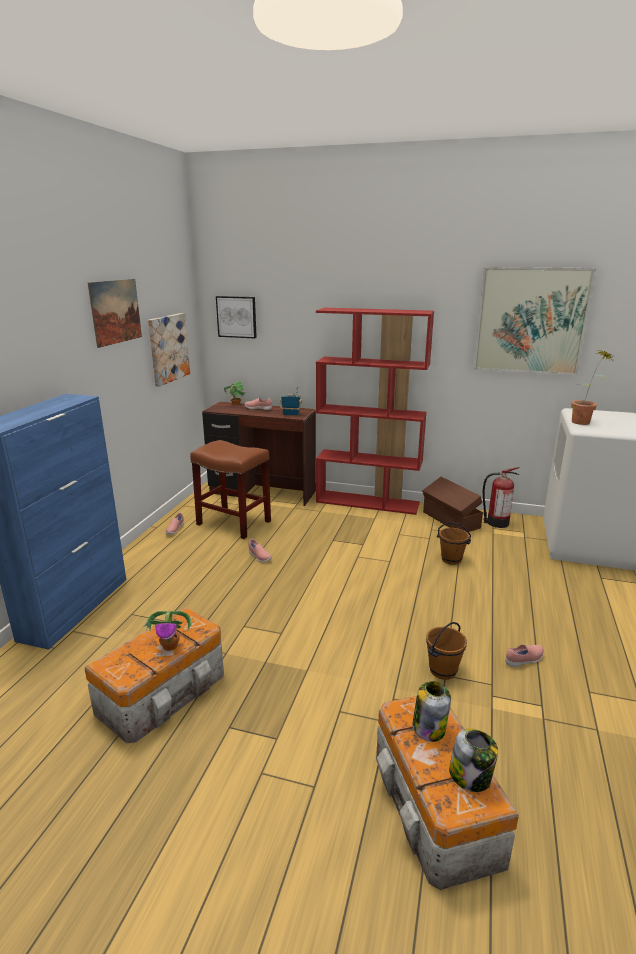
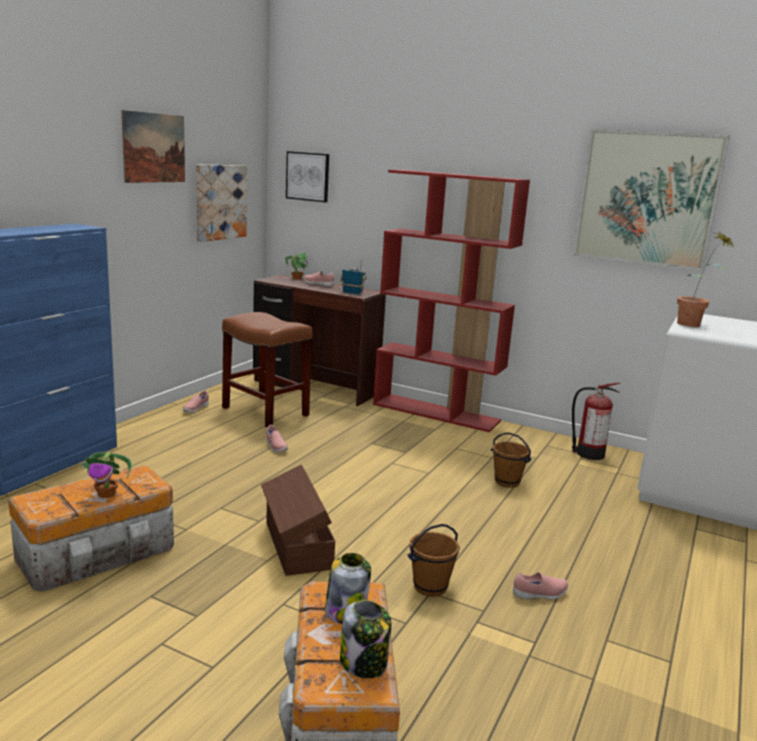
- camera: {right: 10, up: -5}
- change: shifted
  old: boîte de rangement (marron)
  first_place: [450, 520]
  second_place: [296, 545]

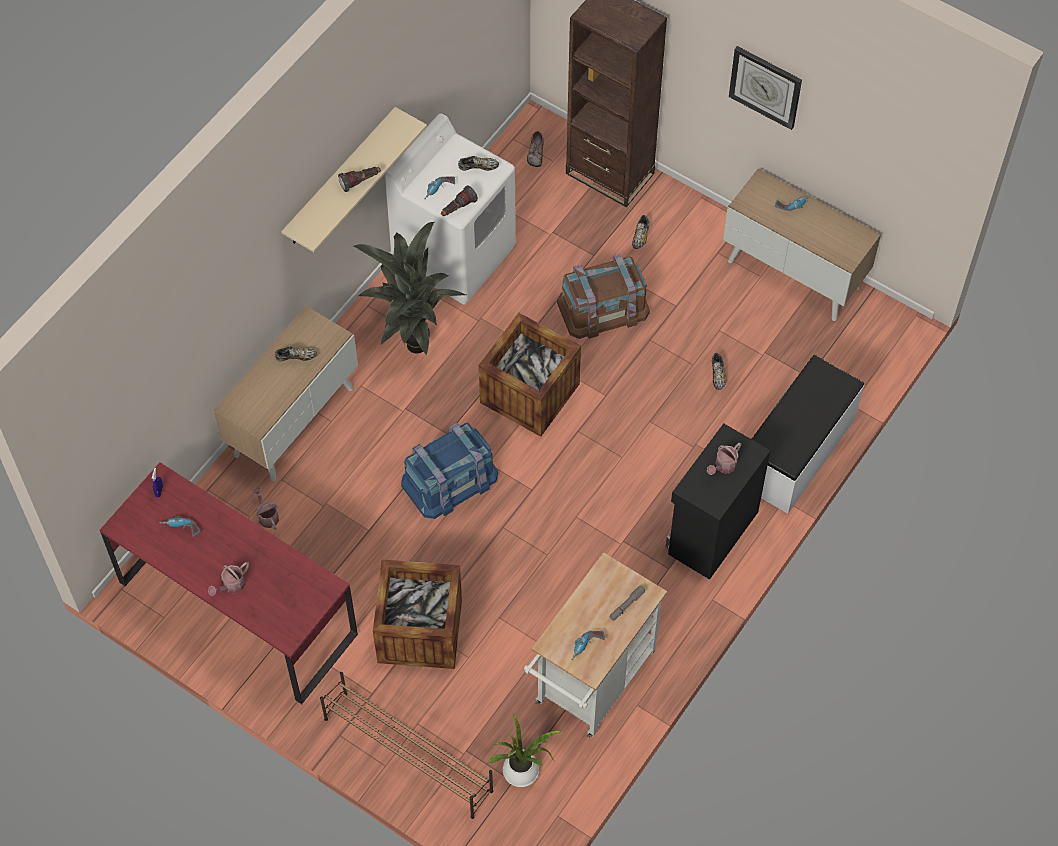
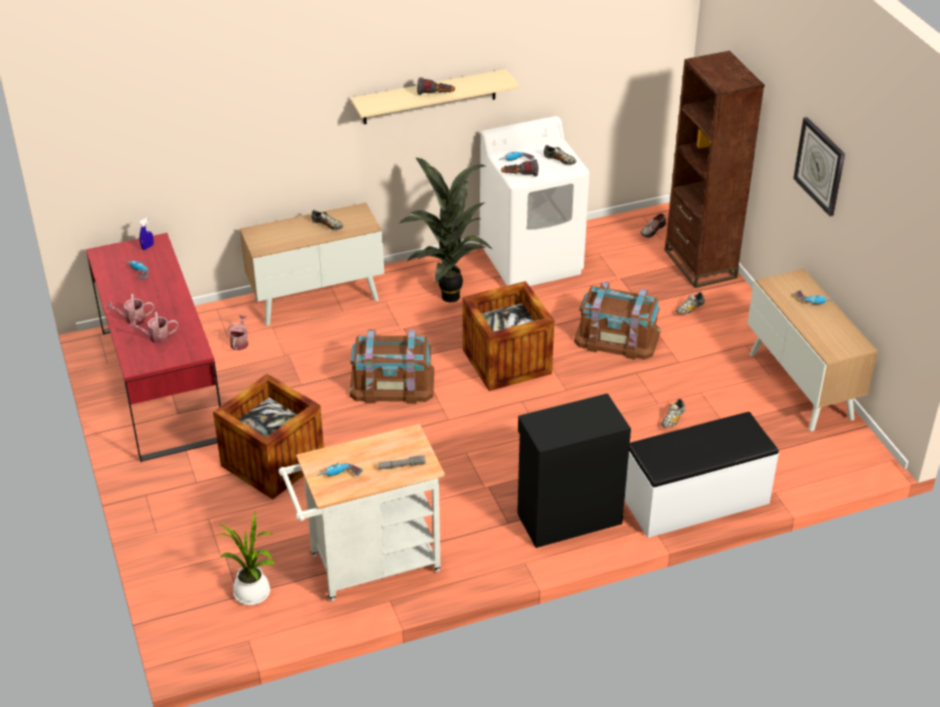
- camera: {right: 35, up: -20}
- change: gone
  old: étagère à chaussures (marron)
  first_place: [407, 754]
- change: shifted
  old: arrosoir
  first_place: [723, 466]
  second_place: [156, 337]
- change: repainted
  old: boîte de rangement (bleu)
  new: boîte de rangement (marron)
  first_place: [450, 480]
  second_place: [392, 384]

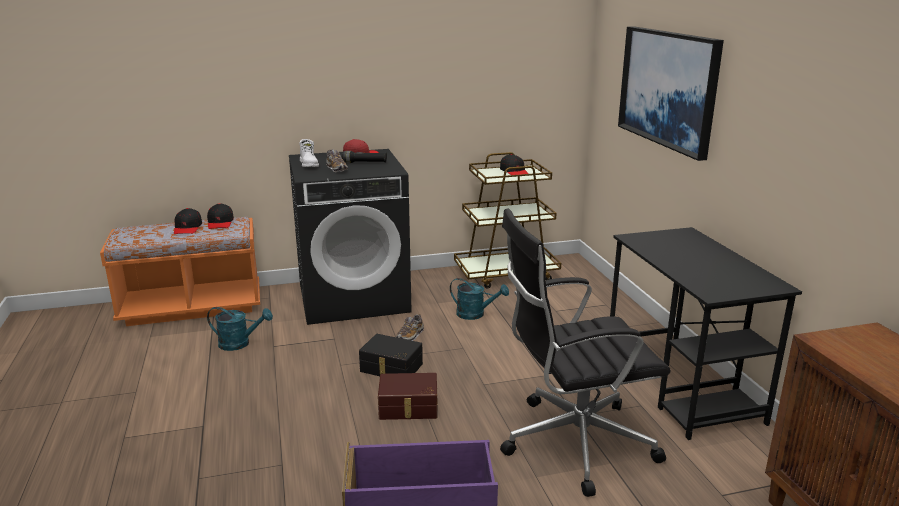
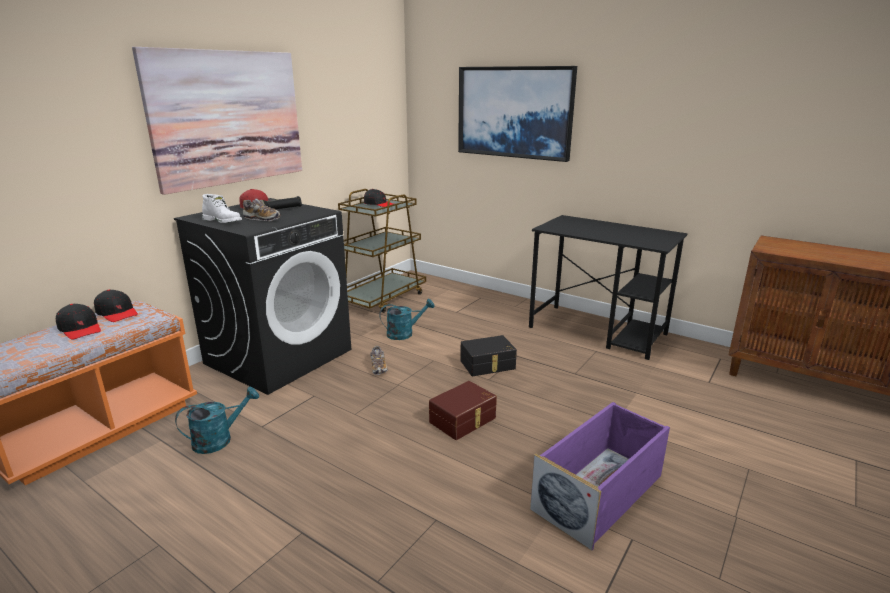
- camera: {right: -40, up: 0}
- change: gone
  old: chaise de bureau (noir)
  first_place: [573, 442]
- change: new
  new: tableau
  second_place: [228, 118]
- change: shifted
  old: boîte de rangement (noir)
  first_place: [391, 368]
  second_place: [488, 365]

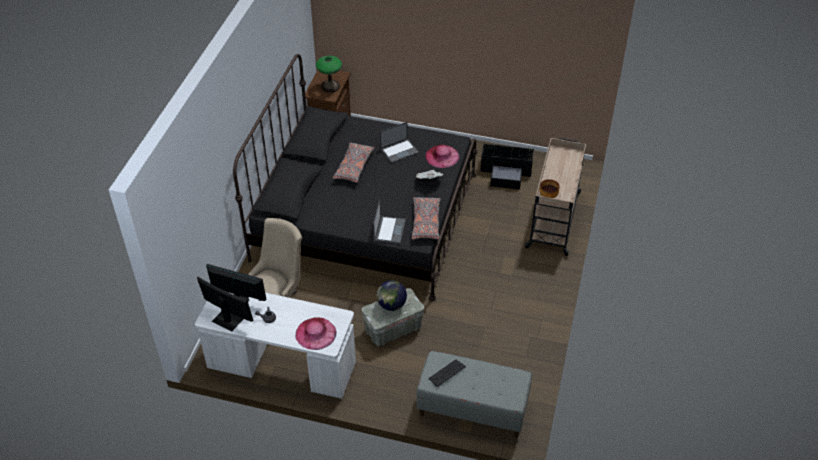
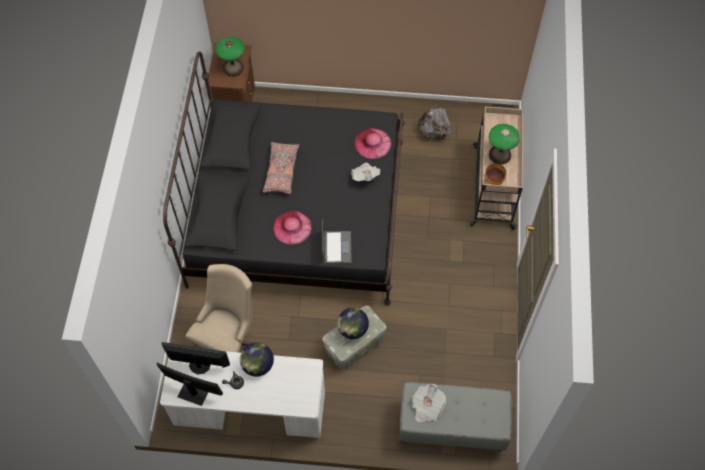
- camera: {right: -10, up: 15}
- change: gone
  old: ordinateur portable
  first_place: [399, 150]
- change: gone
  old: coussin (gris)
  first_place: [426, 223]
- change: new
  new: globe
  second_place: [257, 365]
- change: new
  new: lampe de table
  second_place: [499, 154]
- change: shifted
  old: chapeau (rose)
  first_place: [315, 333]
  second_place: [292, 227]
- change: swapped
  old: clavier
  new: journal
  first_place: [446, 373]
  second_place: [427, 407]
- change: swapped
  old: boîte de rangement (noir)
  new: sac à dos (gris)
  first_place: [506, 171]
  second_place: [434, 132]

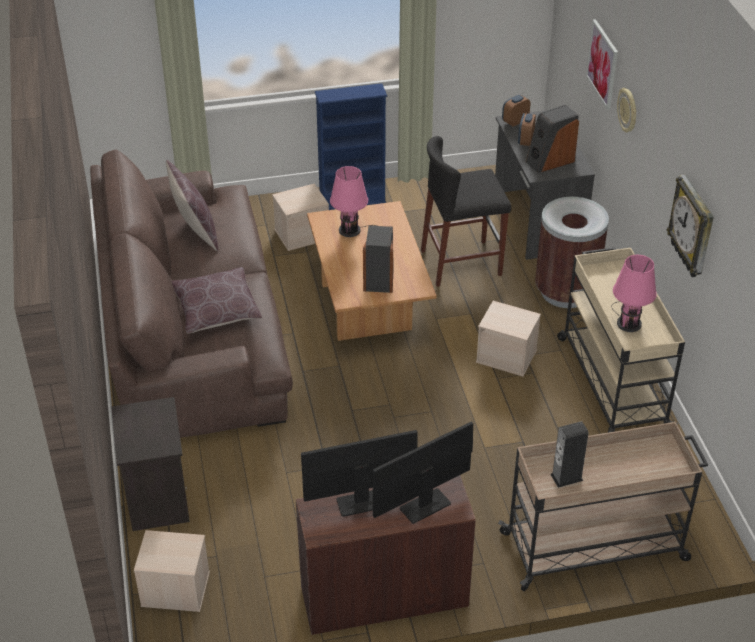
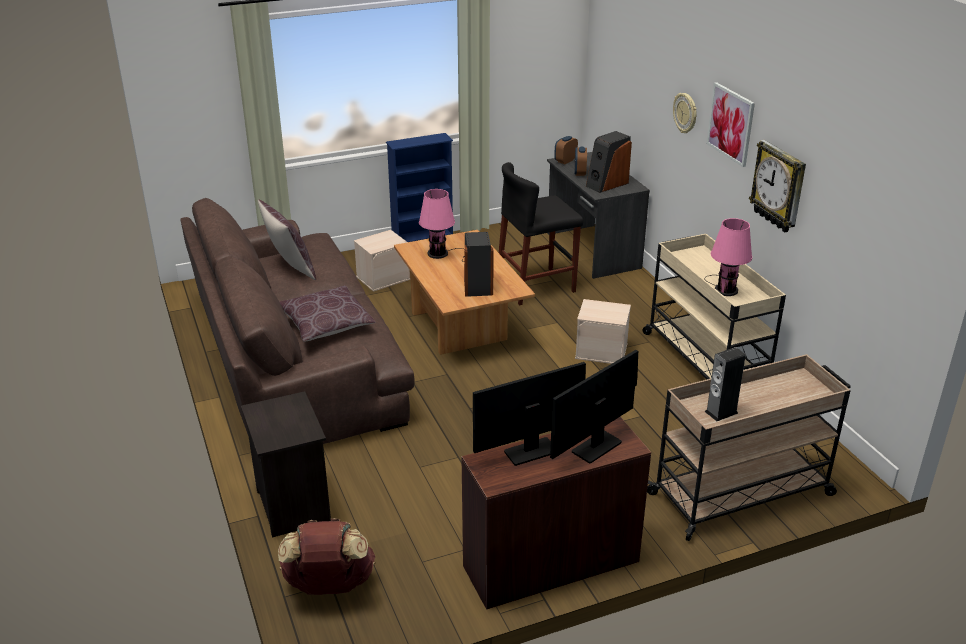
- camera: {right: -10, up: -10}
- change: gone
  old: poubelle (marron)
  first_place: [565, 291]
- change: shifted
  old: tableau
  first_place: [603, 64]
  second_place: [731, 124]
- change: swapped
  old: boîte de rangement (beige)
  new: sac à dos (marron)
  first_place: [174, 589]
  second_place: [329, 586]

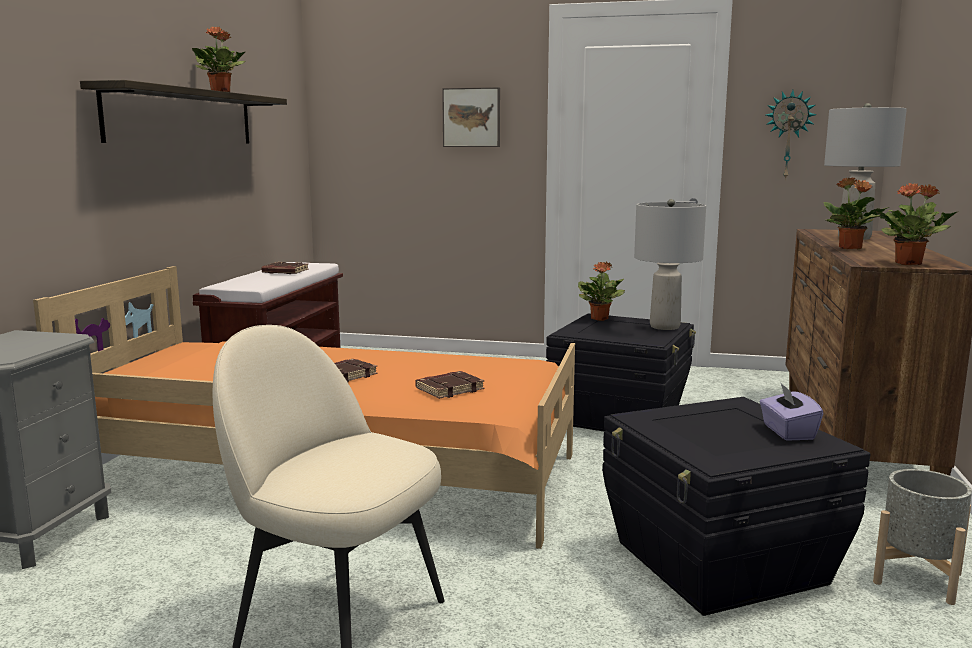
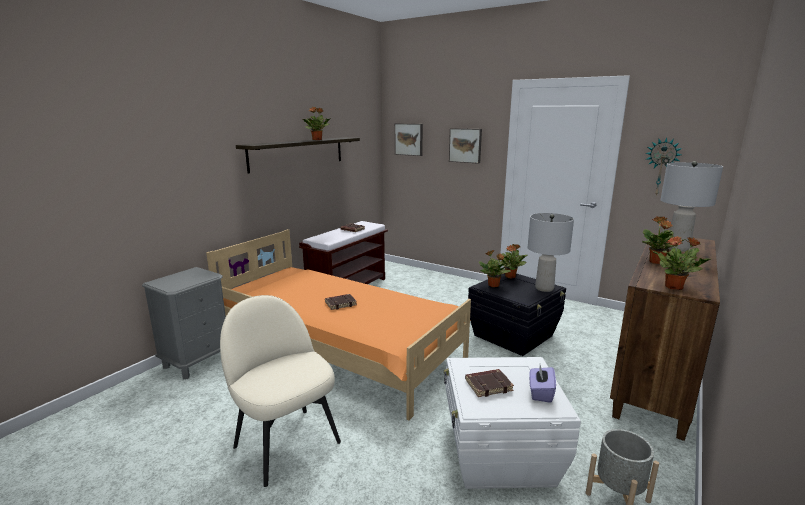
- camera: {right: 20, up: 5}
- change: new
  new: tableau
  second_place: [409, 139]
- change: new
  new: plante en pot
  second_place: [493, 285]
- change: shifted
  old: livre (marron)
  first_place: [449, 389]
  second_place: [488, 385]
- change: repainted
  old: boîte de rangement (noir)
  new: boîte de rangement (blanc)
  first_place: [719, 563]
  second_place: [499, 454]

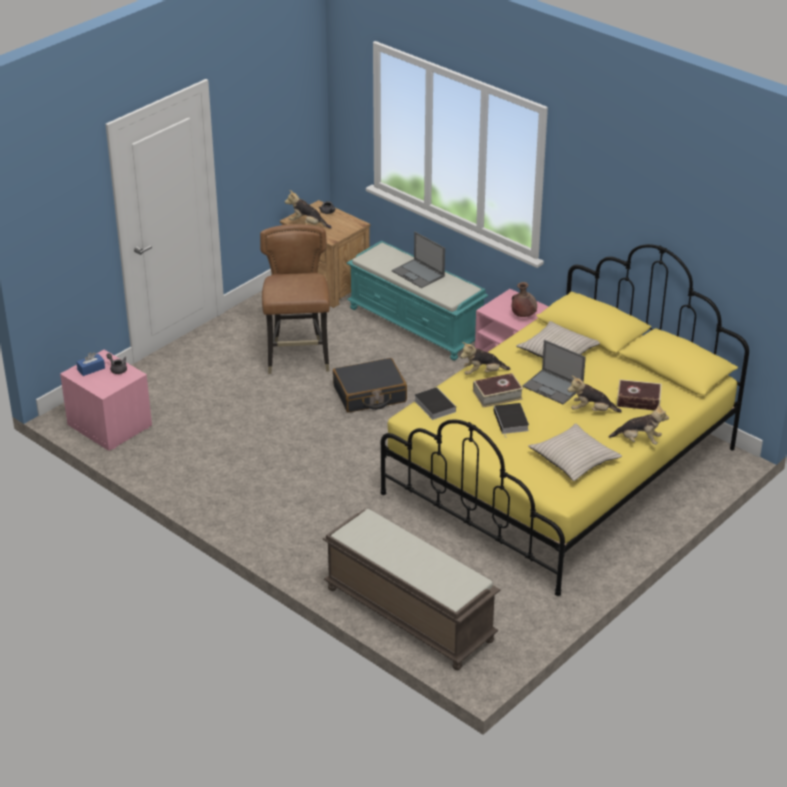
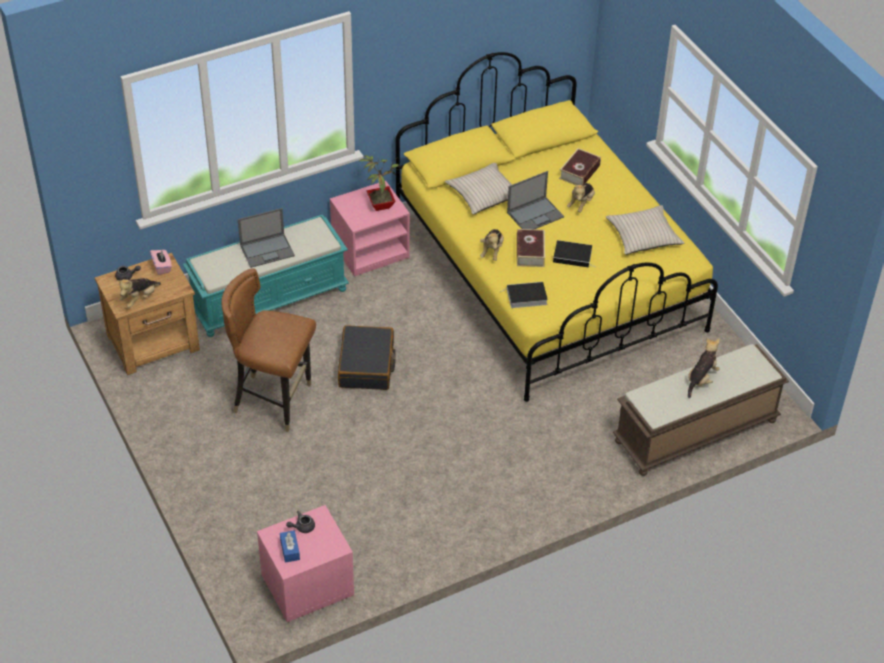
- camera: {right: -70, up: 10}
- change: new
  new: boîte à mouchoirs (rose)
  second_place: [162, 267]
- change: shifted
  old: peluche
  first_place: [638, 440]
  second_place: [701, 379]
- change: swapped
  old: vase (marron)
  new: plante en pot
  first_place: [523, 315]
  second_place: [380, 204]

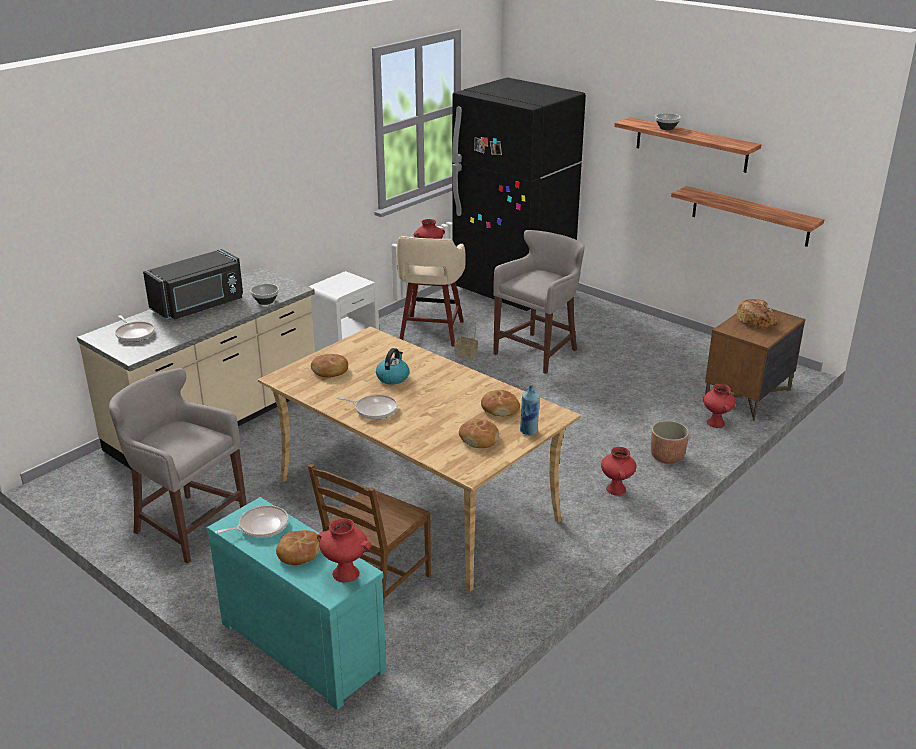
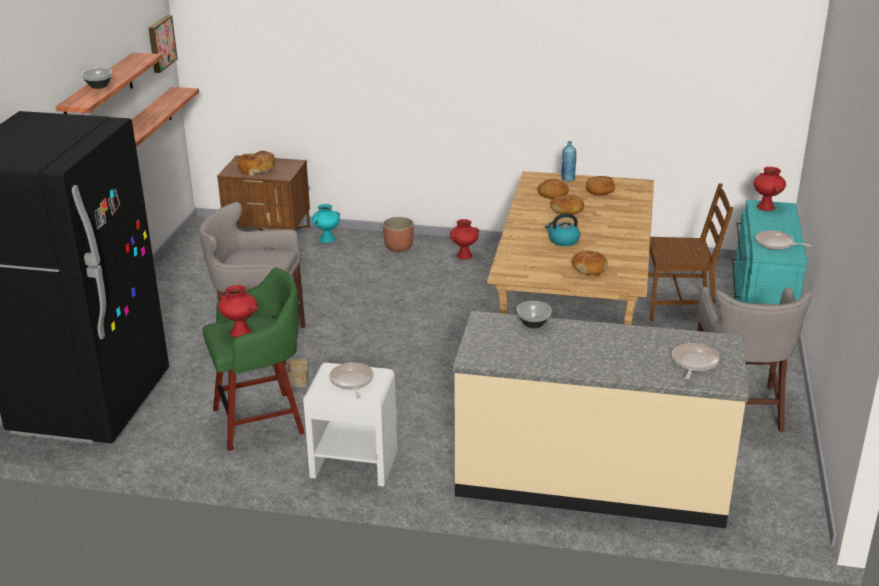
- camera: {right: -120, up: 0}
- change: gone
  old: micro-ondes (noir)
  first_place: [199, 306]
- change: new
  new: tableau
  second_place: [160, 43]
- change: shifted
  old: pain
  first_place: [299, 553]
  second_place: [567, 210]
- change: shifted
  old: poêle
  first_place: [374, 410]
  second_place: [351, 381]
- change: repainted
  old: tabouret (beige)
  new: tabouret (vert)
  first_place: [431, 332]
  second_place: [261, 420]
- change: repainted
  old: vase (rouge)
  new: vase (turquoise)
  first_place: [716, 423]
  second_place: [327, 239]

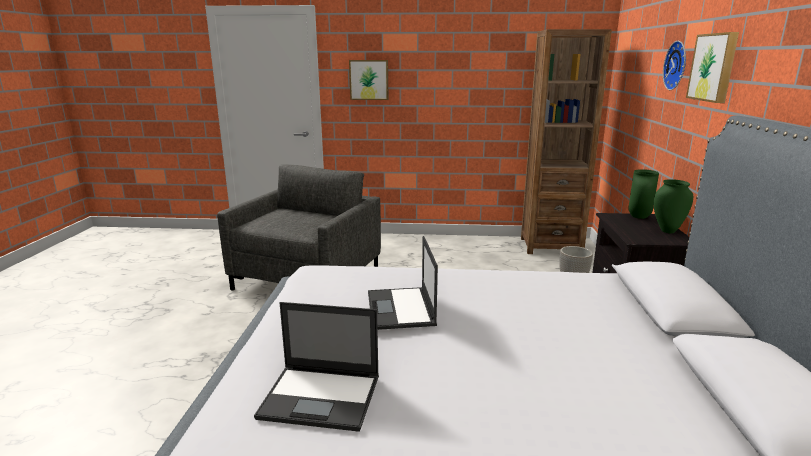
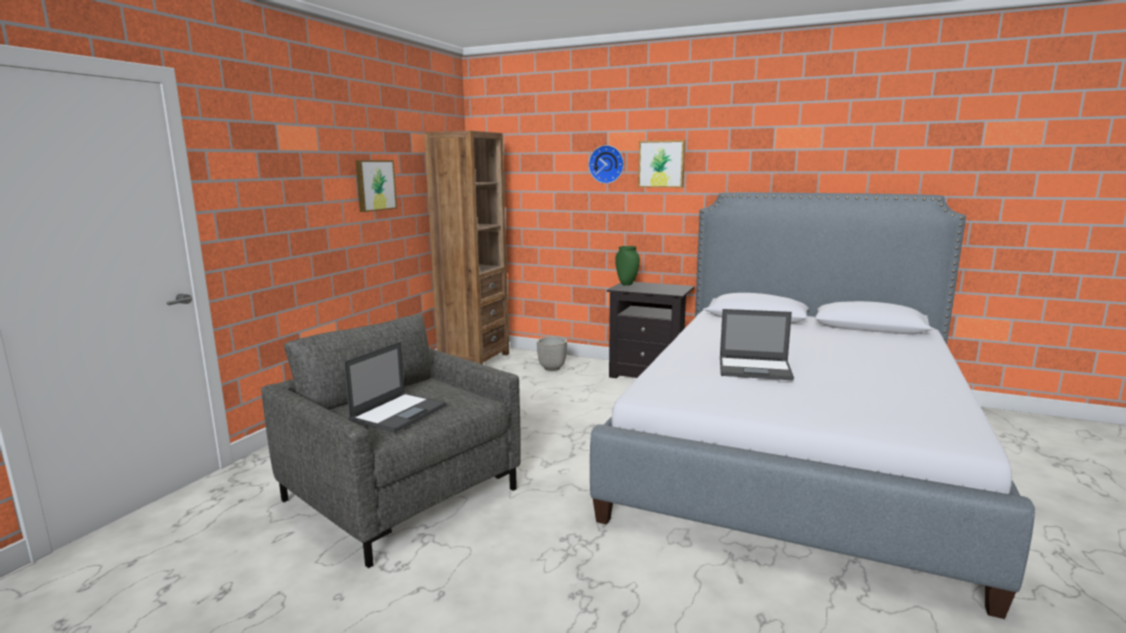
- camera: {right: -70, up: -5}
- change: gone
  old: vase (vert)
  first_place: [667, 231]
- change: shifted
  old: ordinateur portable
  first_place: [322, 397]
  second_place: [399, 412]
- change: shifted
  old: tableau
  first_place: [369, 80]
  second_place: [374, 185]

